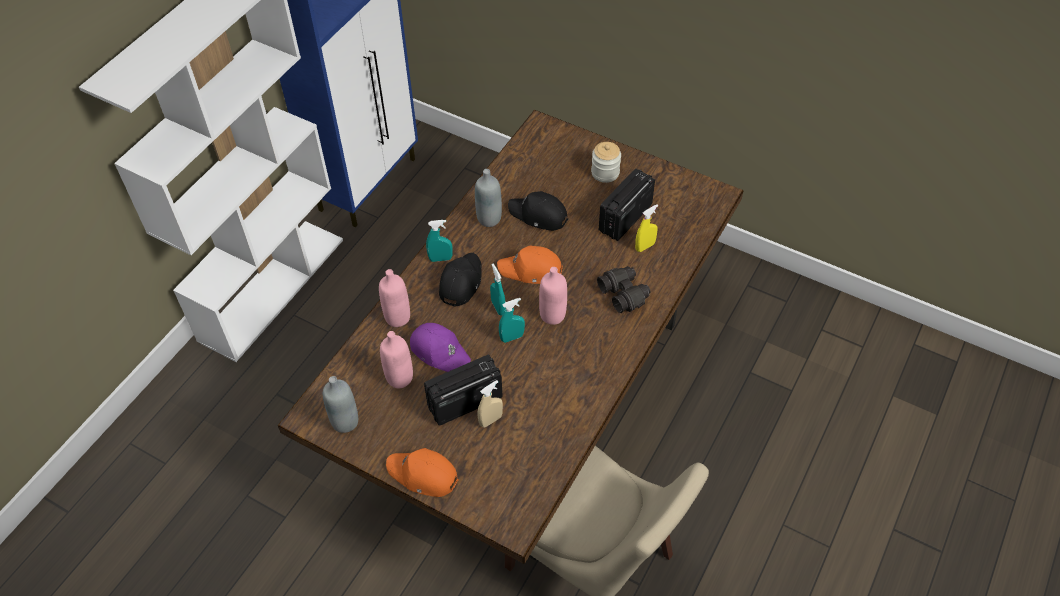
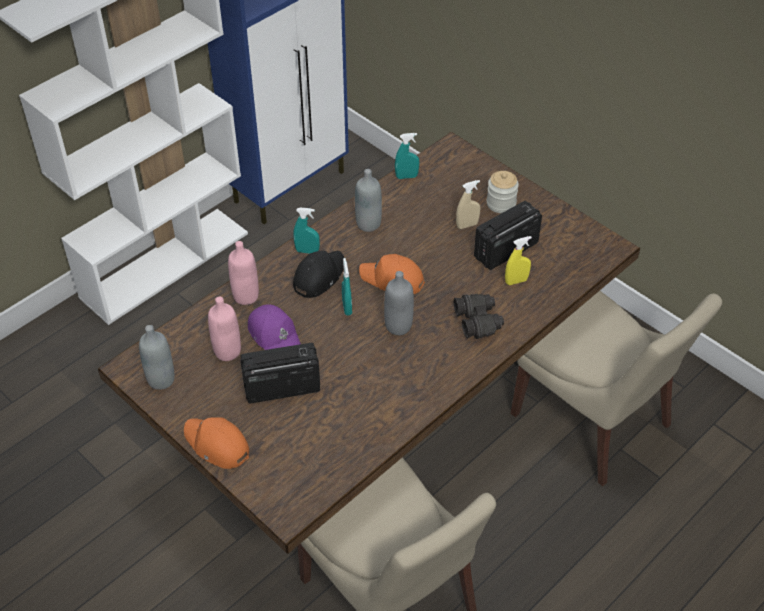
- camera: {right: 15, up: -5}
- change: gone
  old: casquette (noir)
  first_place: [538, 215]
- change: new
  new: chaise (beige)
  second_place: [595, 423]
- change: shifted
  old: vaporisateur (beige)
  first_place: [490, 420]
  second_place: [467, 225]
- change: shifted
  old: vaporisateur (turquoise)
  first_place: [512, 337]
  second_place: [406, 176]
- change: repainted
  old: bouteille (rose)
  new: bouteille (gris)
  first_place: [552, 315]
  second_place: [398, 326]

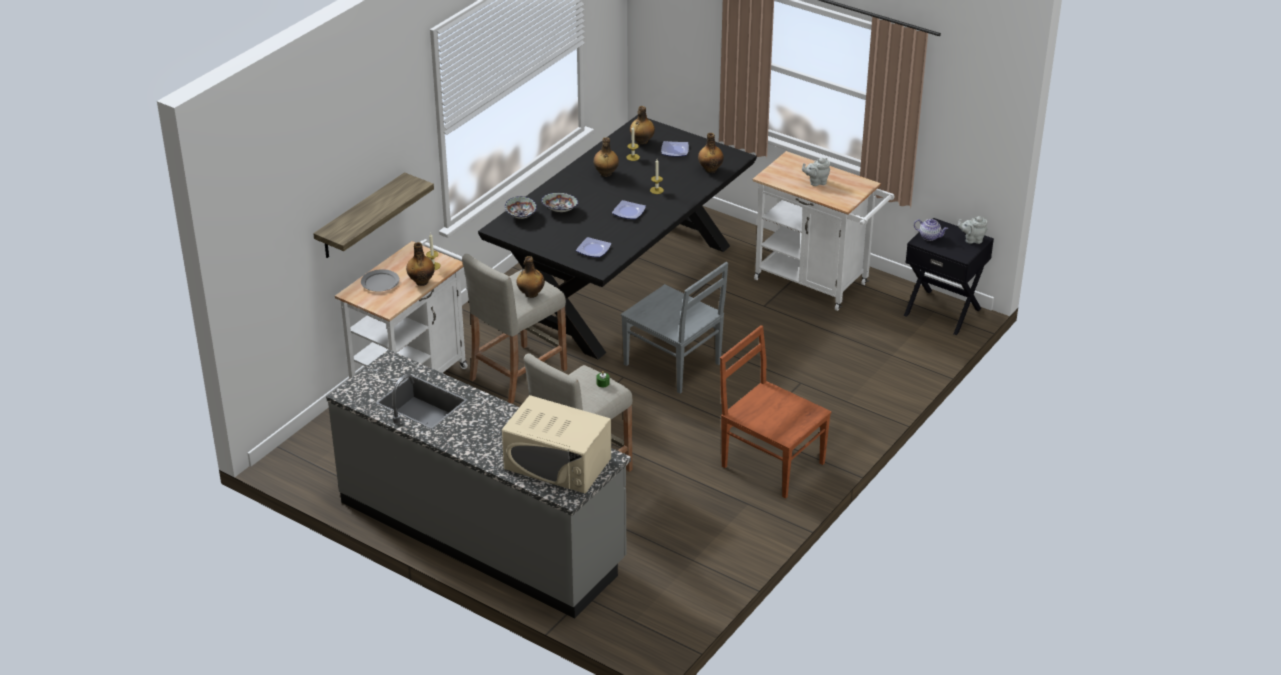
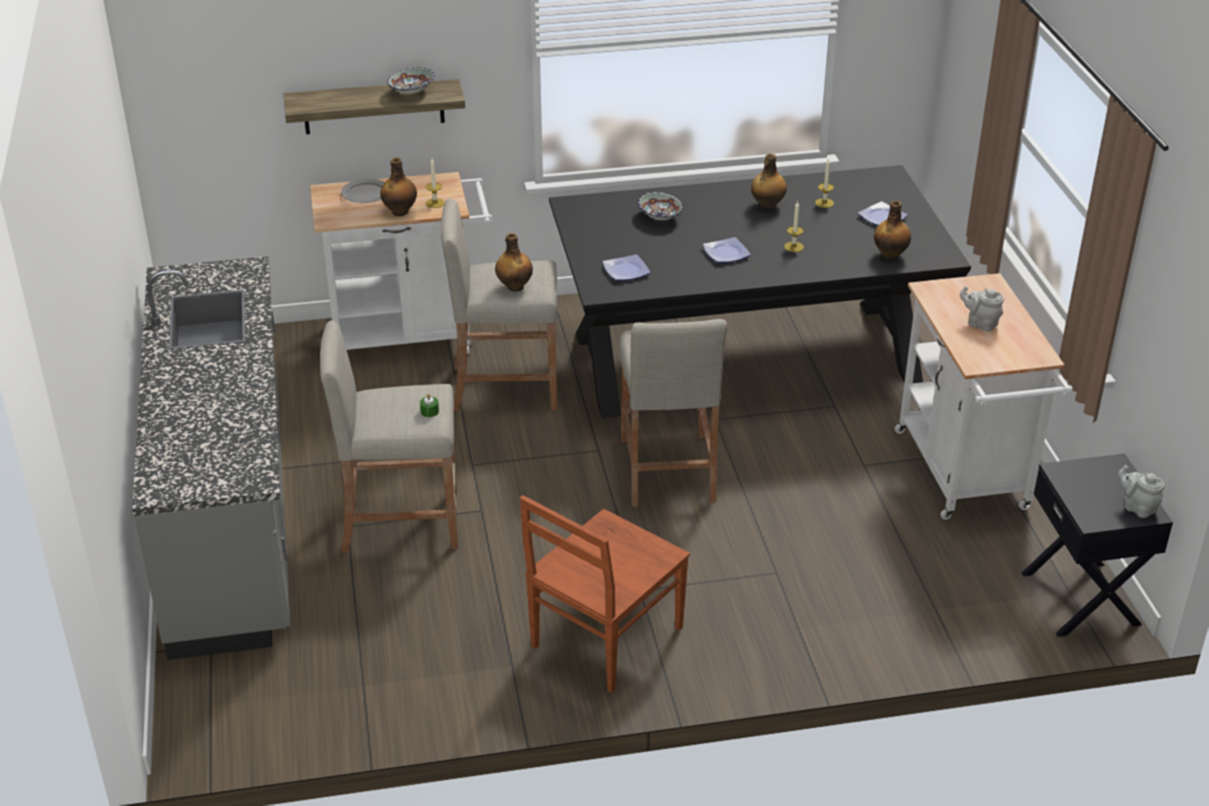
- camera: {right: 45, up: 0}
- change: gone
  old: micro-ondes (beige)
  first_place: [558, 463]
- change: gone
  old: bouteille
  first_place: [641, 142]
- change: gone
  old: théière
  first_place: [930, 237]
- change: shifted
  old: bol
  first_place: [521, 215]
  second_place: [412, 92]
- change: swapped
  old: chaise (gris)
  new: tabouret (beige)
  first_place: [674, 365]
  second_place: [667, 469]
- change: rotated
  old: chaise (marron)
  first_place: [771, 463]
  second_place: [604, 639]
  degrees: -135

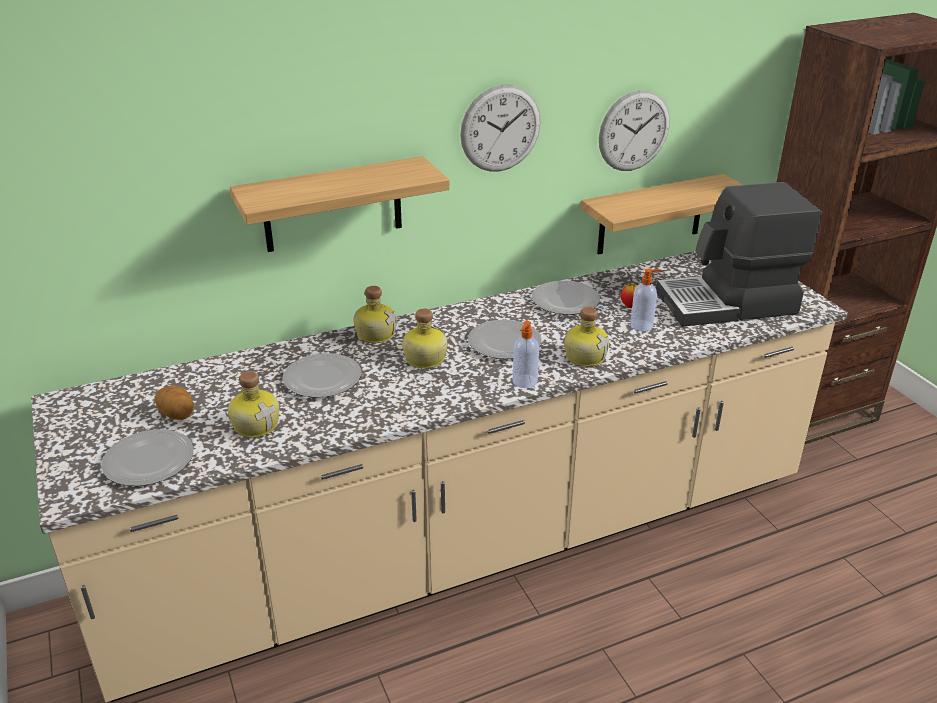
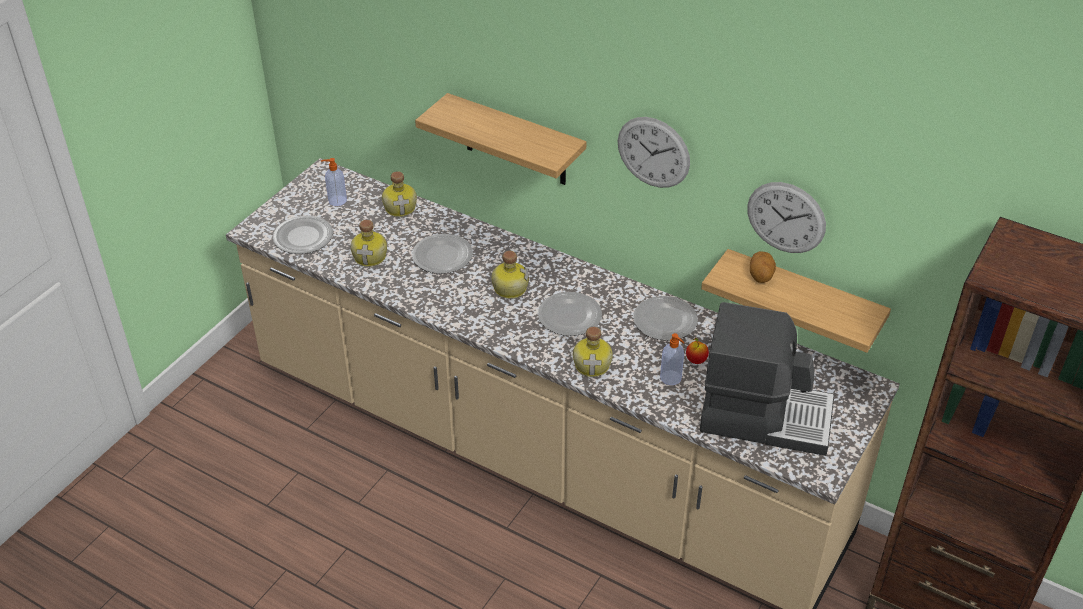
- camera: {right: 55, up: 10}
- change: shifted
  old: pomme de terre
  first_place: [177, 415]
  second_place: [761, 276]
- change: shifted
  old: bouteille
  first_place: [375, 333]
  second_place: [401, 207]
- change: shifted
  old: distributeur de savon
  first_place: [524, 382]
  second_place: [336, 200]
- change: rotated
  old: machine à café
  first_place: [728, 303]
  second_place: [764, 416]
  degrees: 150

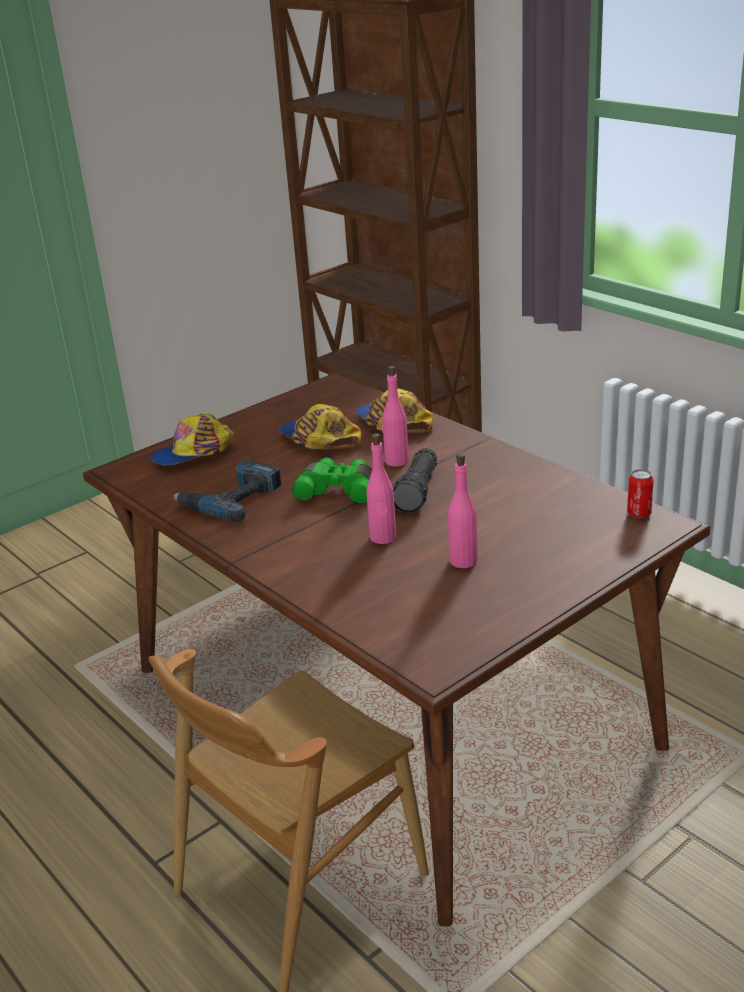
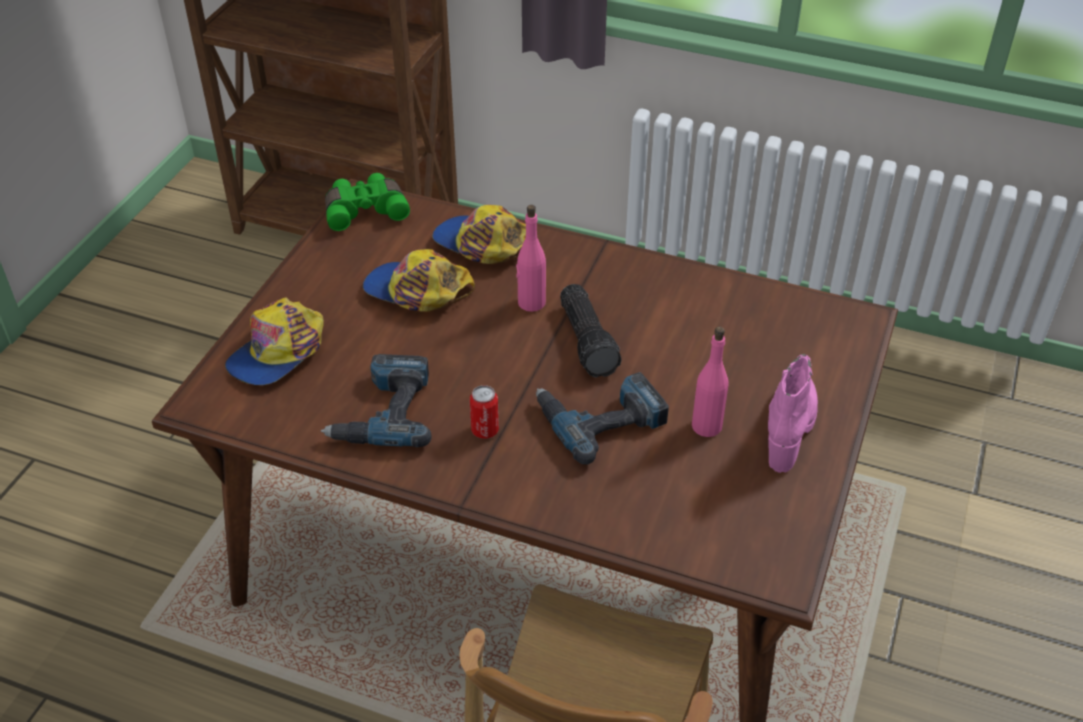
- camera: {right: -30, up: 15}
- change: new
  new: botte (rose)
  second_place: [789, 428]
- change: shifted
  old: jumelles (vert)
  first_place: [338, 490]
  second_place: [365, 210]
- change: shifted
  old: boîte métallique
  first_place: [639, 514]
  second_place: [485, 430]
- change: swapped
  old: bouteille (rose)
  new: perceuse
  first_place: [383, 537]
  second_place: [600, 418]

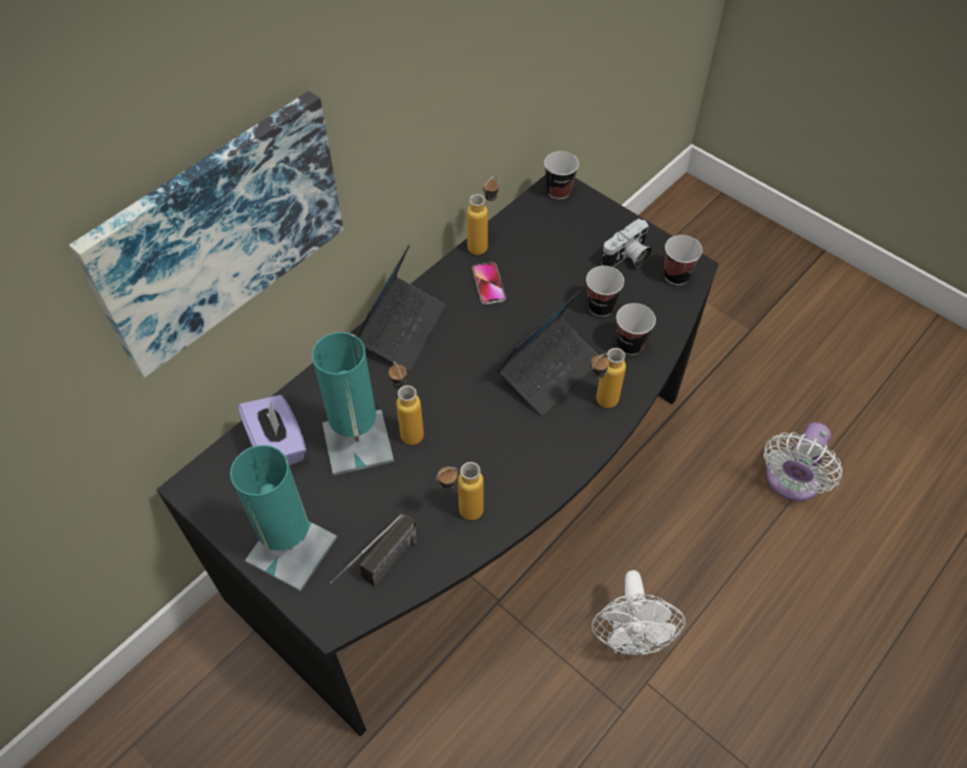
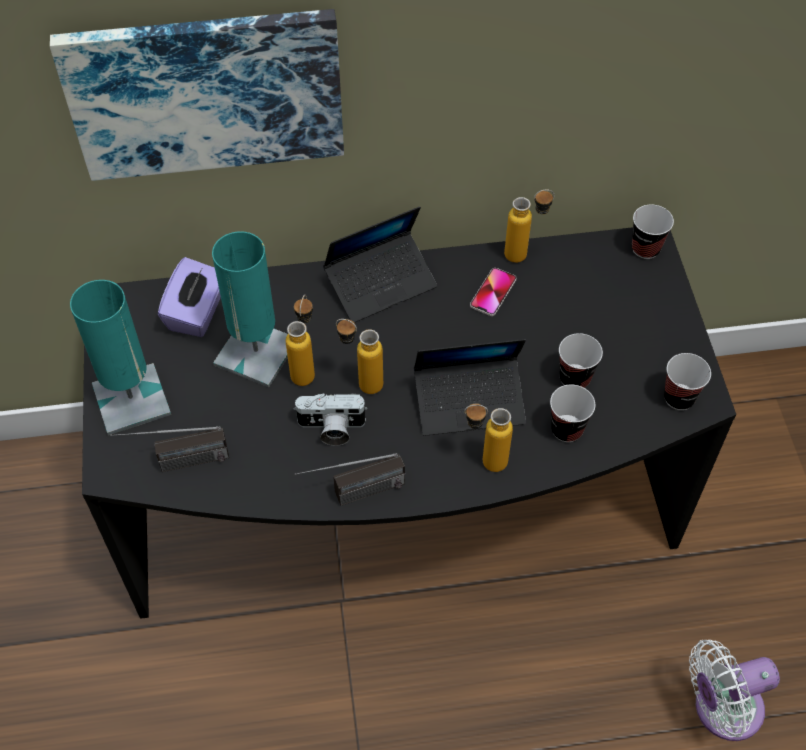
- camera: {right: 40, up: 0}
- change: gone
  old: ventilateur (blanc)
  first_place: [628, 638]
- change: new
  new: radio
  second_place: [353, 495]
- change: shifted
  old: bouteille
  first_place: [461, 513]
  second_place: [361, 382]
- change: shifted
  old: appareil photo
  first_place: [627, 258]
  second_place: [331, 429]

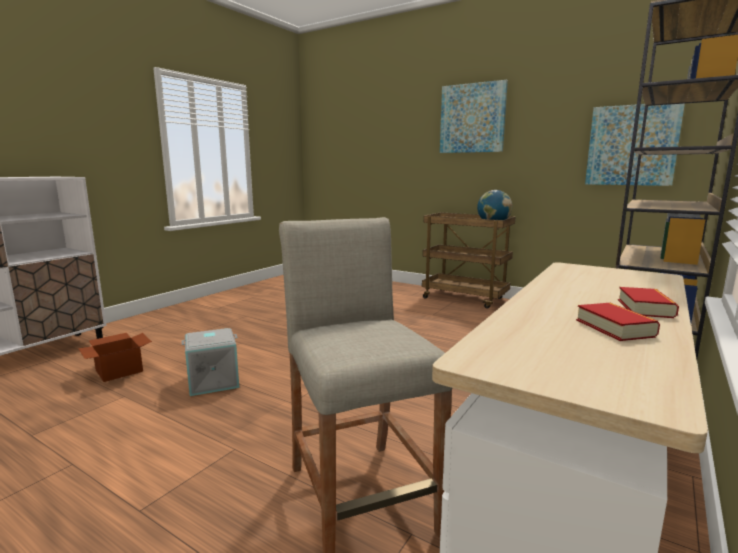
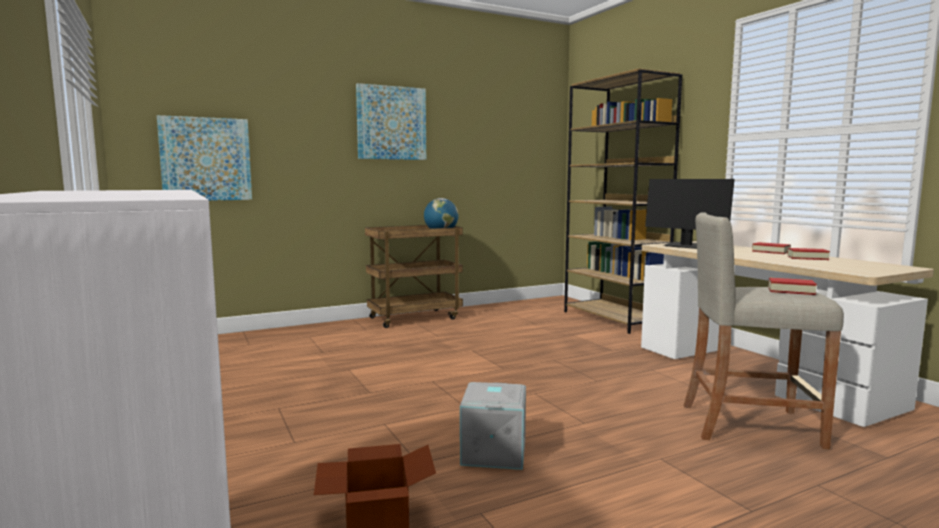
- camera: {right: -60, up: -5}
- change: new
  new: écran d'ordinateur
  second_place: [686, 246]
- change: new
  new: livre
  second_place: [791, 291]
- change: shifted
  old: tableau
  first_place: [632, 145]
  second_place: [206, 159]

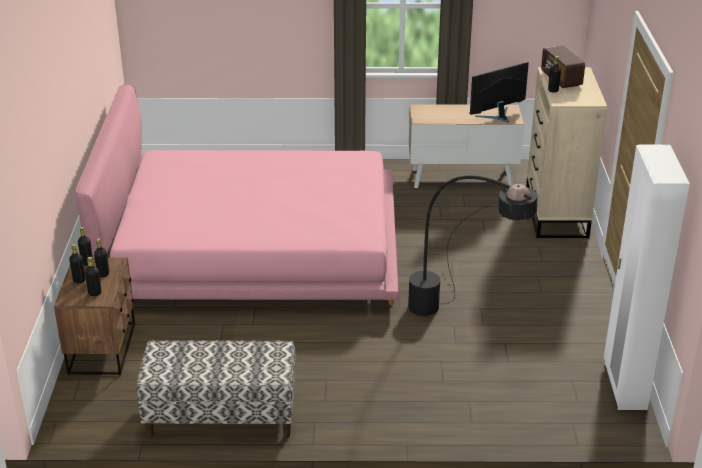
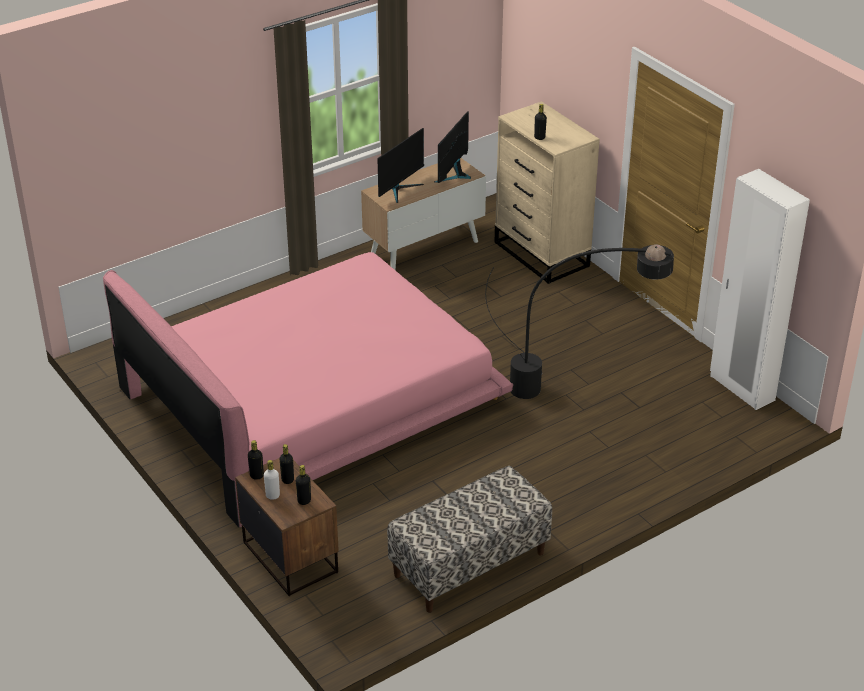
- camera: {right: -35, up: 5}
- change: gone
  old: radio
  first_place: [561, 79]
- change: new
  new: écran d'ordinateur
  second_place: [400, 189]
- change: repainted
  old: bouteille (noir)
  new: bouteille (blanc)
  first_place: [79, 280]
  second_place: [272, 495]

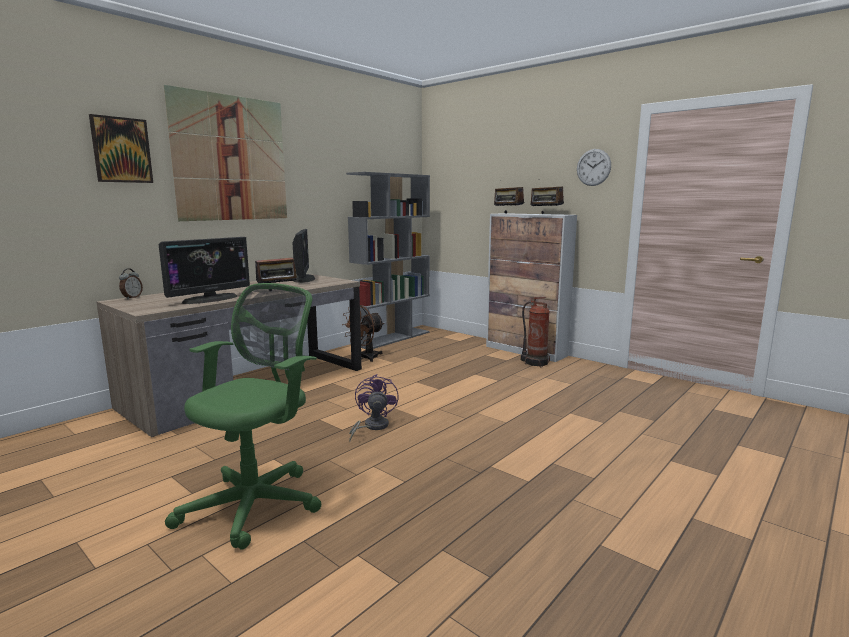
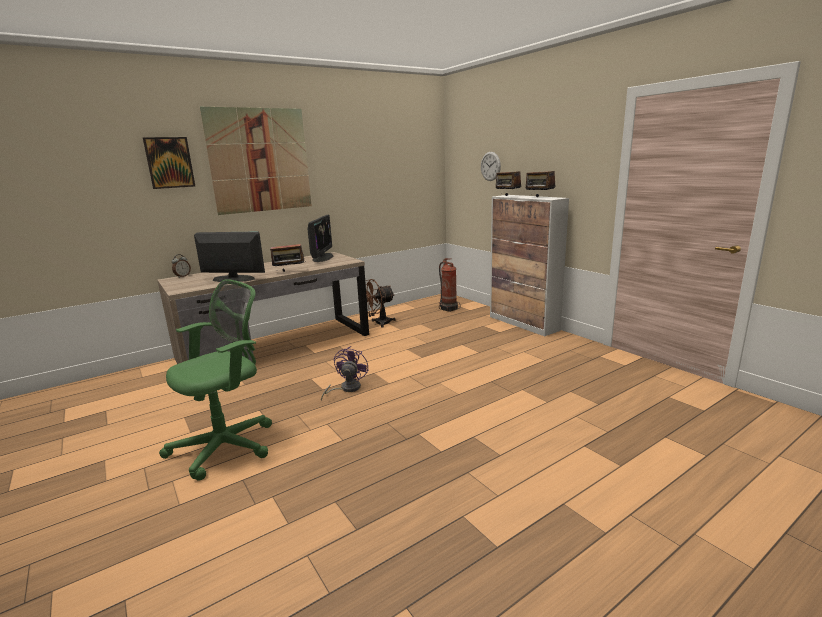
- camera: {right: 15, up: 5}
- change: gone
  old: bibliothèque (gris)
  first_place: [392, 338]
- change: shifted
  old: extincteur
  first_place: [535, 363]
  second_place: [448, 308]
- change: shifted
  old: horloge murale
  first_place: [593, 167]
  second_place: [490, 166]
- change: rotated
  old: écran d'ordinateur
  first_place: [210, 299]
  second_place: [233, 279]
  degrees: -135

